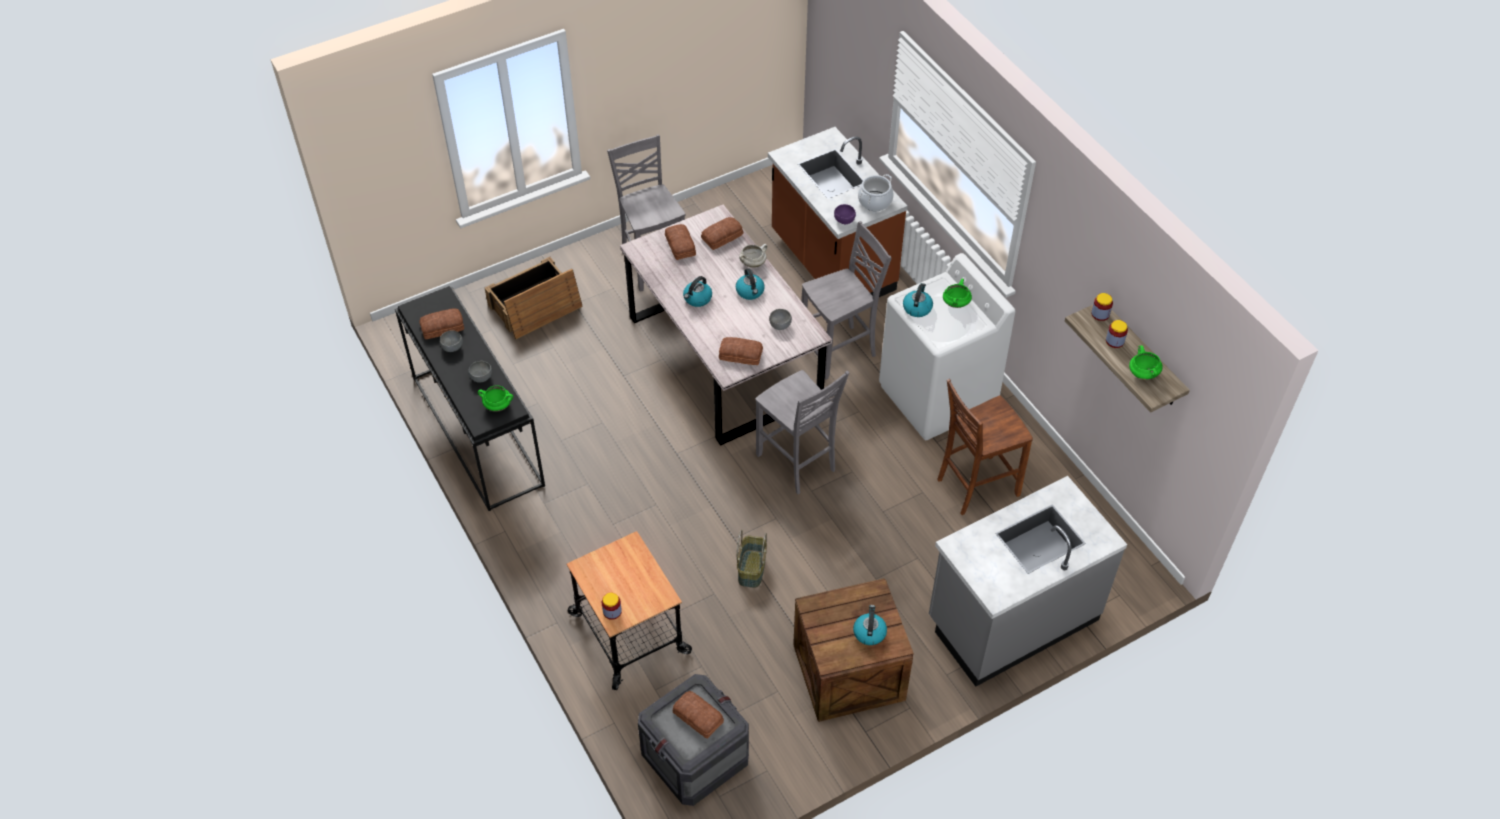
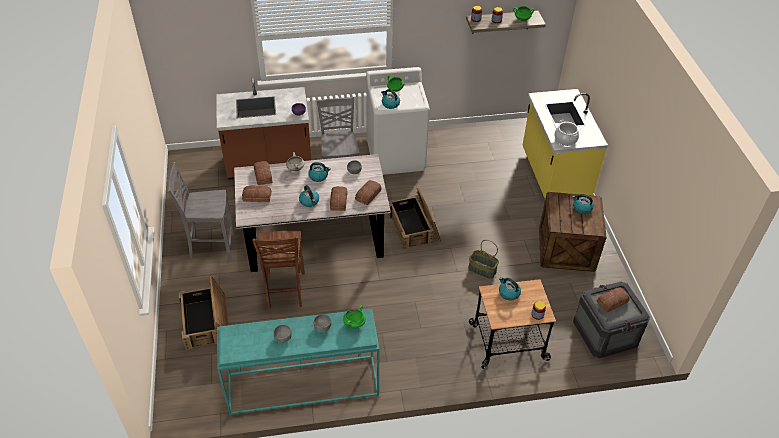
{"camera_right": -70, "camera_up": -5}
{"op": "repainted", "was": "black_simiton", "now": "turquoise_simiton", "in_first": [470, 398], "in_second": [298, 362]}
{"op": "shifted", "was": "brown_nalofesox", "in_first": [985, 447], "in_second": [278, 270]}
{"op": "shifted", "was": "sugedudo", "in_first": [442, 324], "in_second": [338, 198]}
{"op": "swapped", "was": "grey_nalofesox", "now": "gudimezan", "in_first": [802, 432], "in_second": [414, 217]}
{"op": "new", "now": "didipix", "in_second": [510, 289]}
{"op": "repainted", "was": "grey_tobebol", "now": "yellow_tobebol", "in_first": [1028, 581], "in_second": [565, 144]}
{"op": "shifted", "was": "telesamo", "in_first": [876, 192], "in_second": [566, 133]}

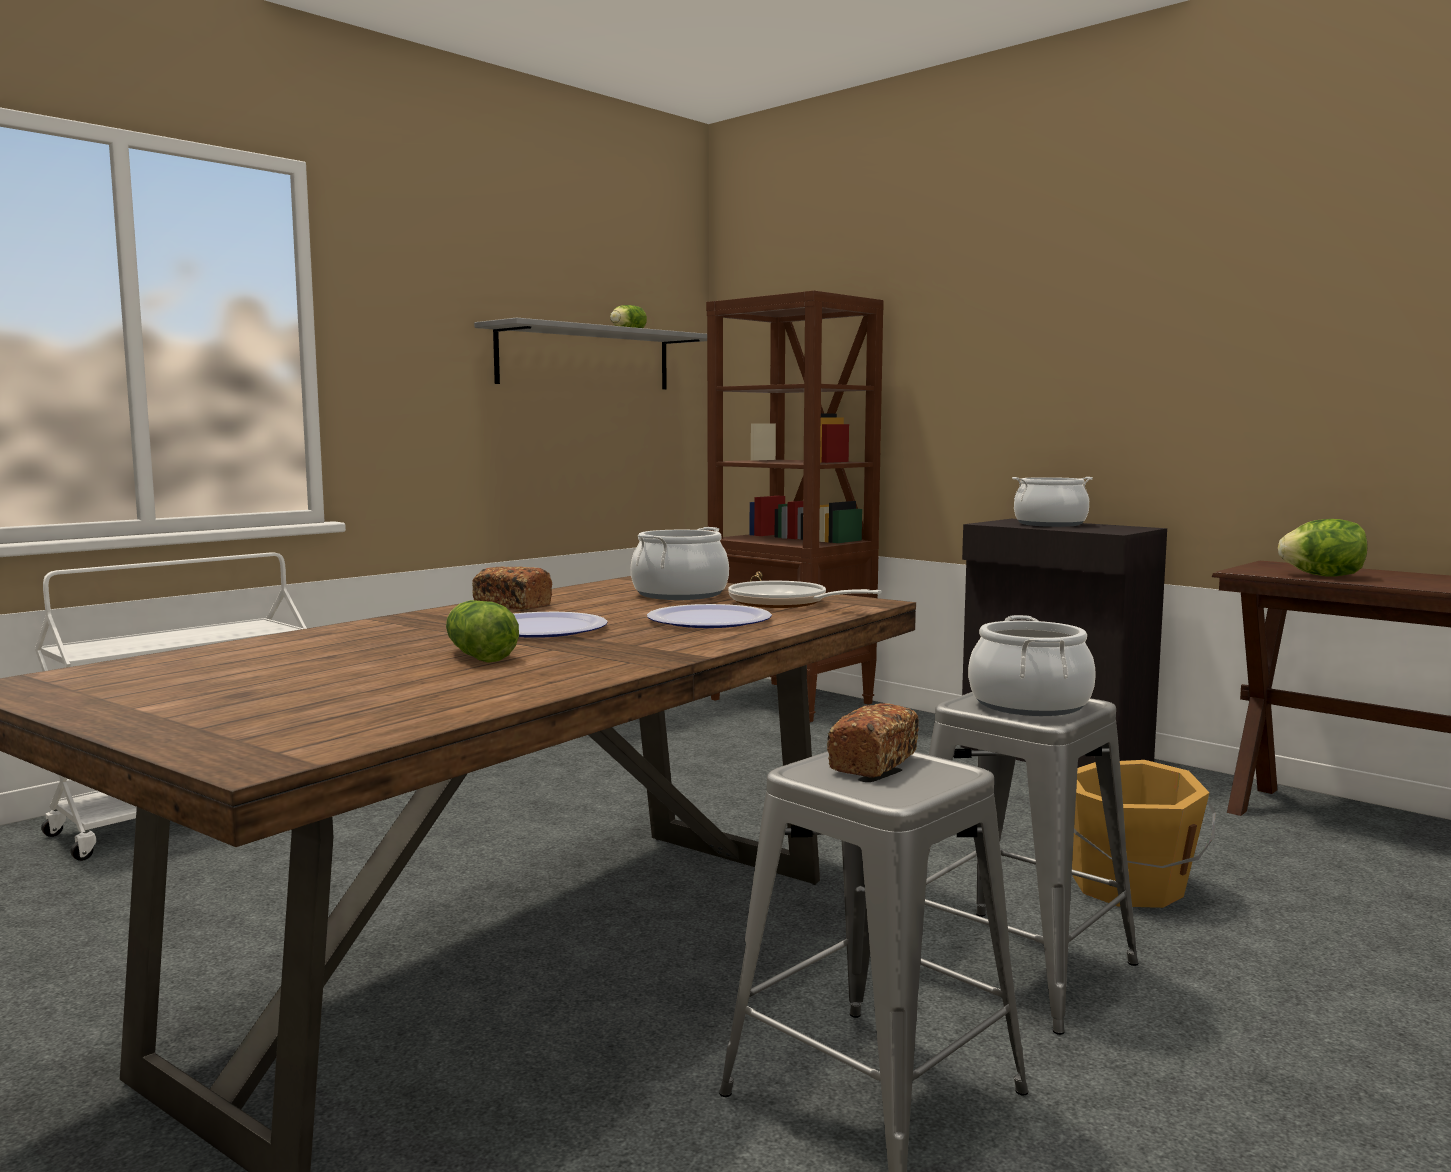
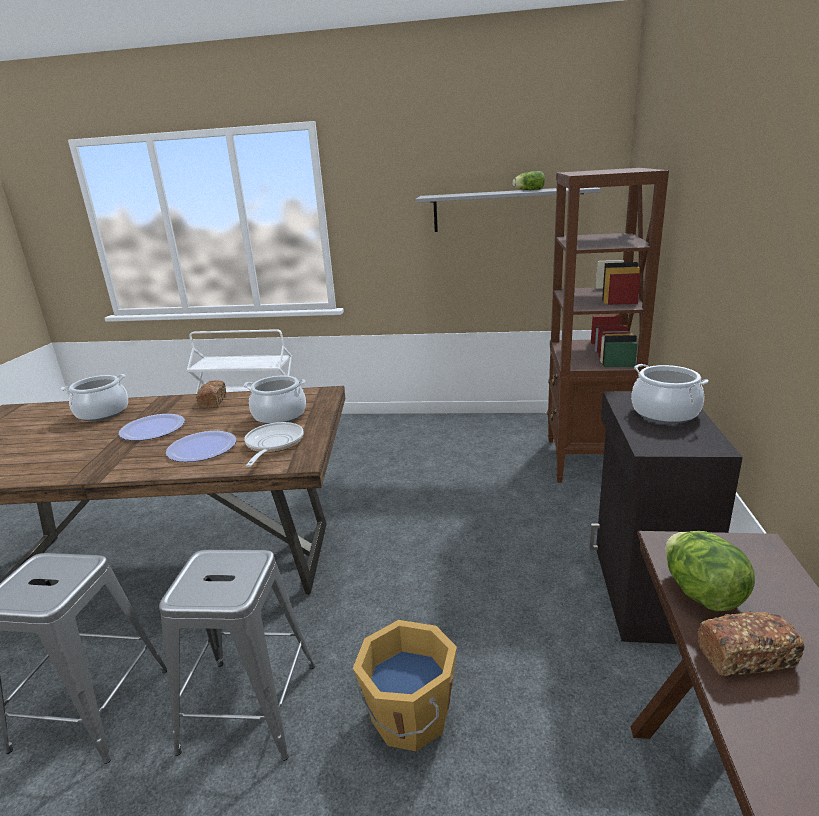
{"camera_right": 55, "camera_up": 15}
{"op": "shifted", "was": "telesamo", "in_first": [1032, 665], "in_second": [94, 397]}
{"op": "shifted", "was": "sugedudo", "in_first": [873, 740], "in_second": [751, 644]}
{"op": "gone", "was": "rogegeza", "in_first": [482, 631]}

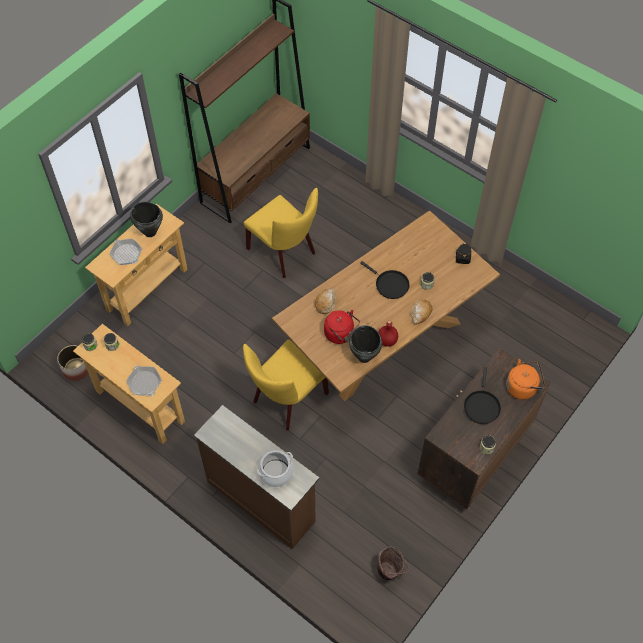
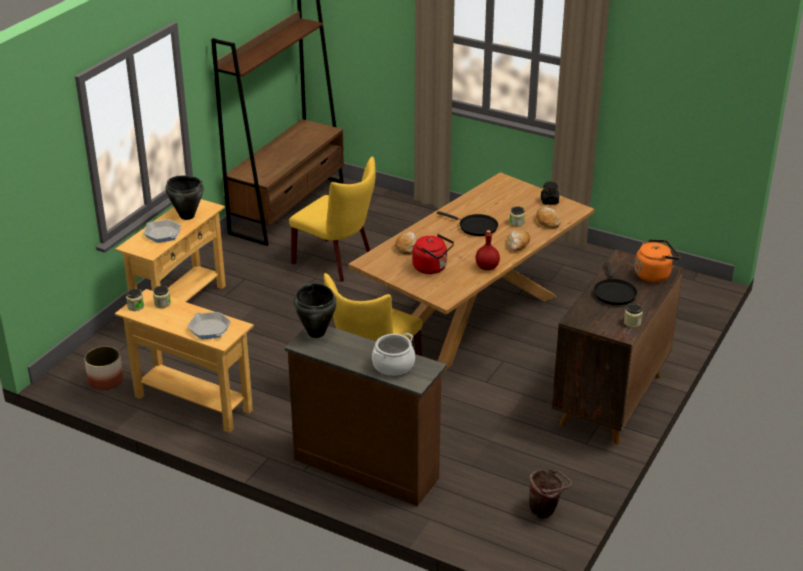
{"camera_right": -10, "camera_up": -25}
{"op": "shifted", "was": "black_telesamo", "in_first": [365, 344], "in_second": [315, 310]}
{"op": "new", "now": "sugedudo", "in_second": [548, 218]}

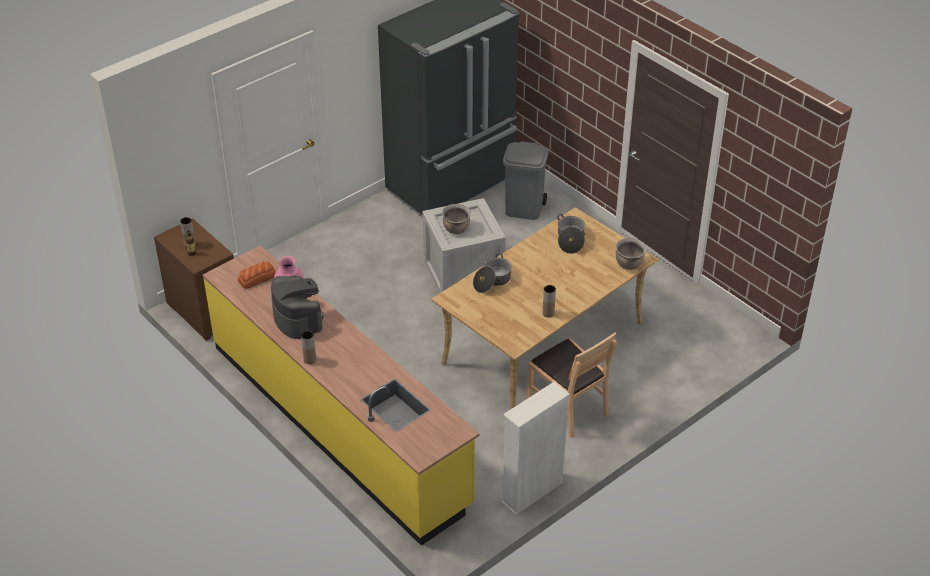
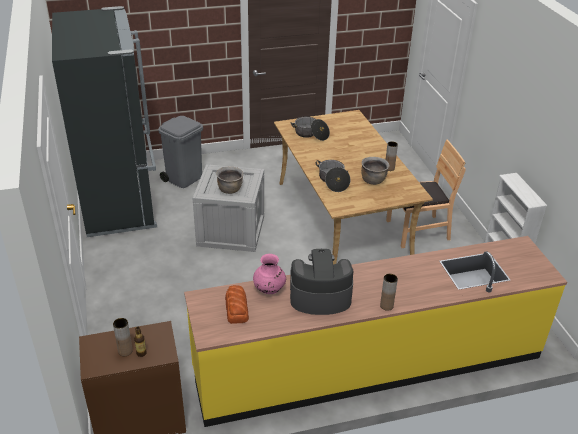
{"camera_right": -65, "camera_up": -5}
{"op": "shifted", "was": "brown_telesamo", "in_first": [631, 254], "in_second": [375, 171]}

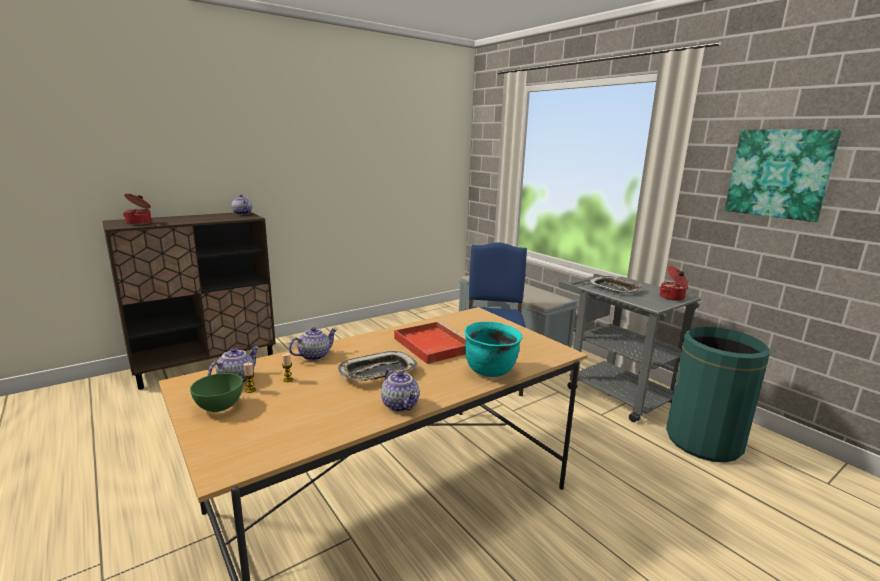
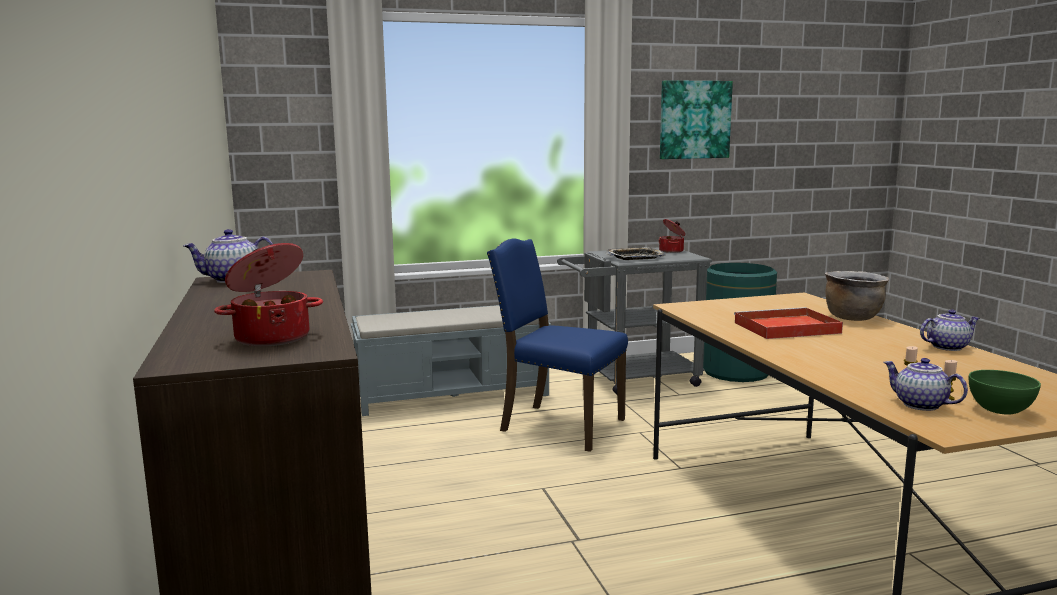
{"camera_right": -70, "camera_up": -5}
{"op": "repainted", "was": "turquoise_telesamo", "now": "brown_telesamo", "in_first": [493, 349], "in_second": [857, 296]}
{"op": "gone", "was": "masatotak", "in_first": [313, 344]}
{"op": "gone", "was": "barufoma", "in_first": [378, 366]}

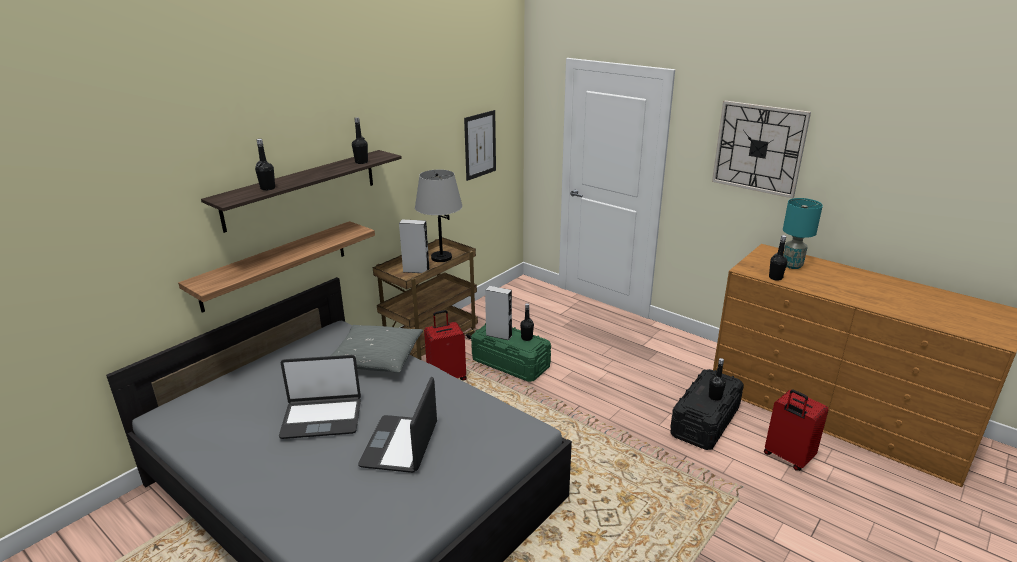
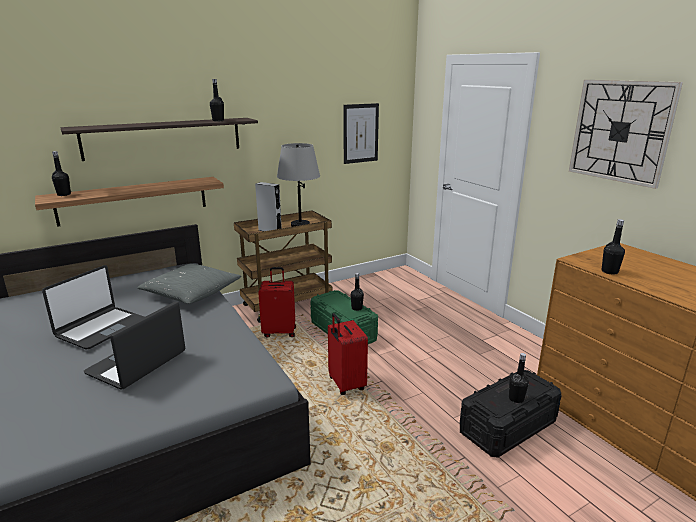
{"camera_right": 20, "camera_up": -5}
{"op": "rotated", "was": "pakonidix", "in_first": [320, 397], "in_second": [93, 307], "clockwise": -75}
{"op": "shifted", "was": "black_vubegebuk", "in_first": [265, 165], "in_second": [61, 173]}
{"op": "shifted", "was": "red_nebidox", "in_first": [796, 430], "in_second": [348, 354]}
{"op": "gone", "was": "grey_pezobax", "in_first": [498, 313]}
{"op": "gone", "was": "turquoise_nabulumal", "in_first": [803, 233]}

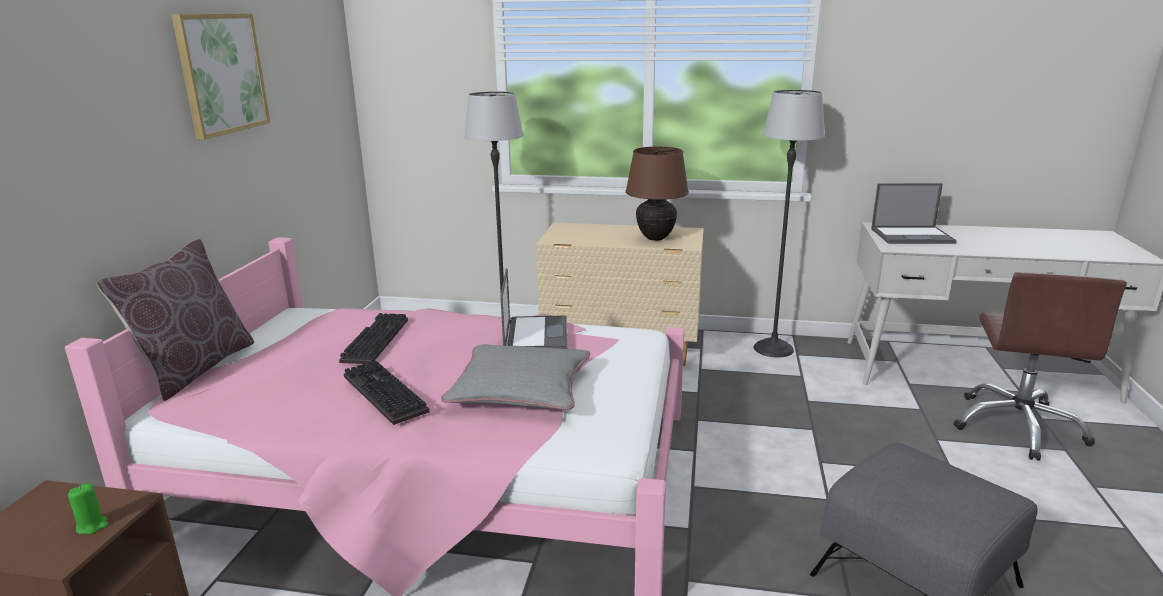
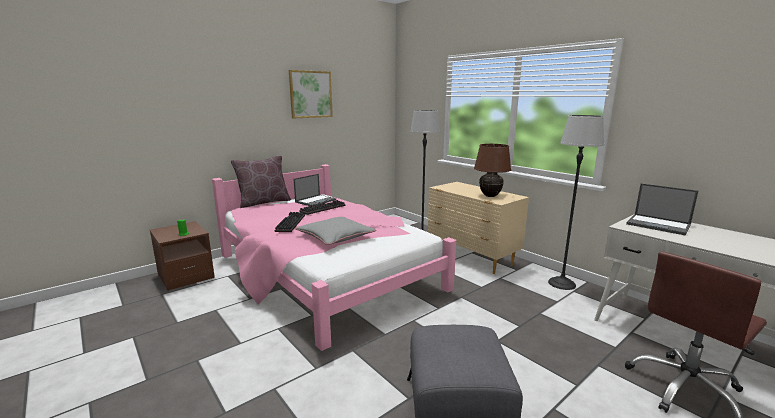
{"camera_right": 40, "camera_up": -5}
{"op": "shifted", "was": "pakonidix", "in_first": [533, 308], "in_second": [314, 190]}

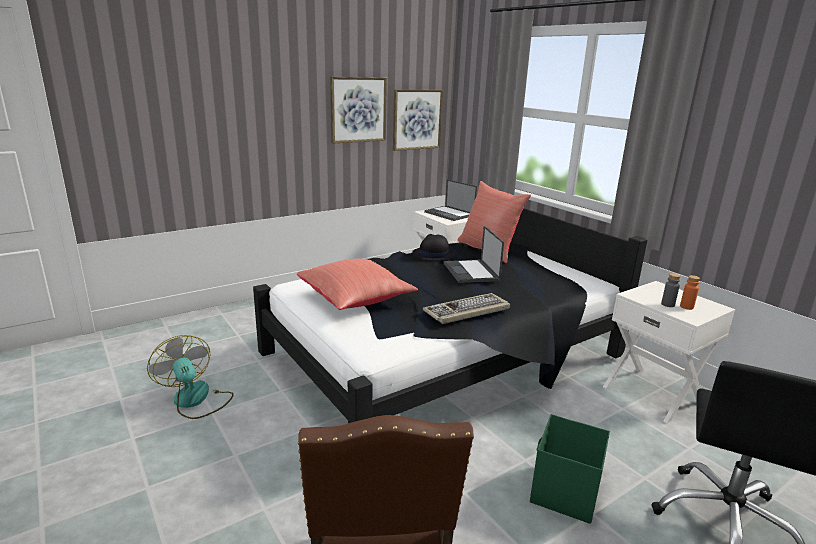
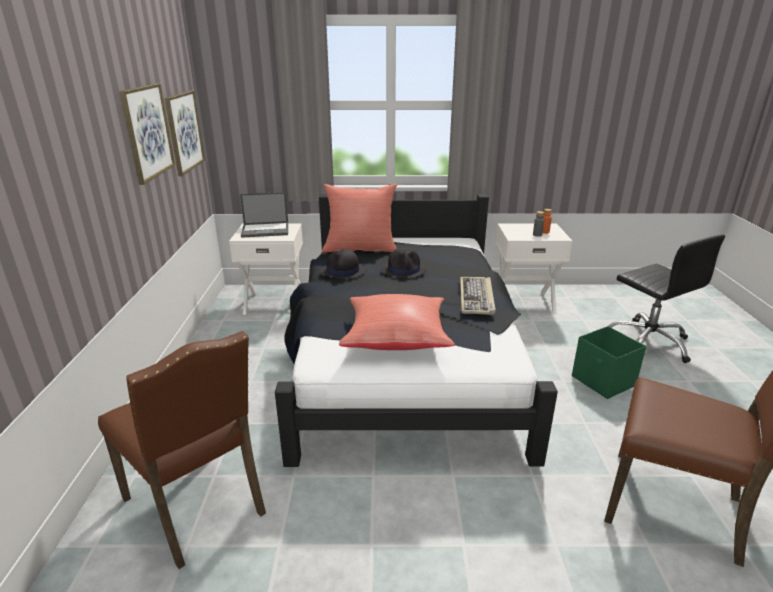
{"camera_right": -55, "camera_up": 5}
{"op": "new", "now": "brown_nalofesox", "in_second": [182, 450]}
{"op": "swapped", "was": "pakonidix", "now": "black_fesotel", "in_first": [474, 254], "in_second": [404, 263]}
{"op": "gone", "was": "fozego", "in_first": [190, 377]}

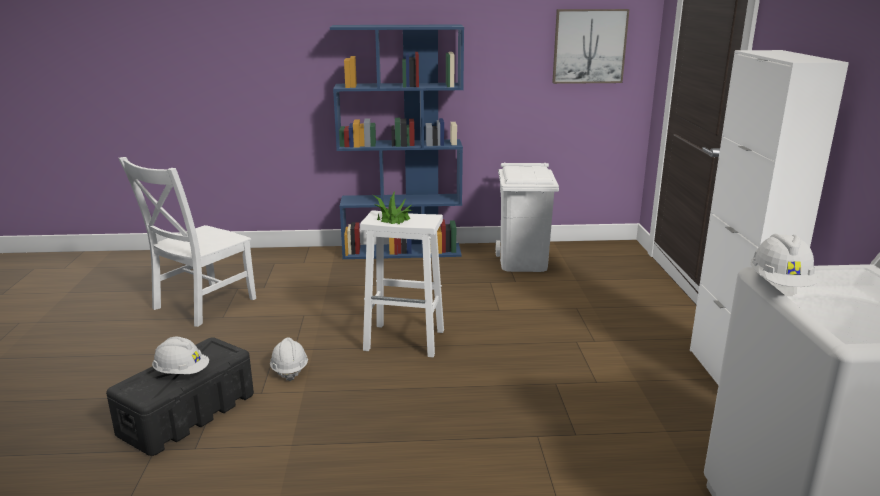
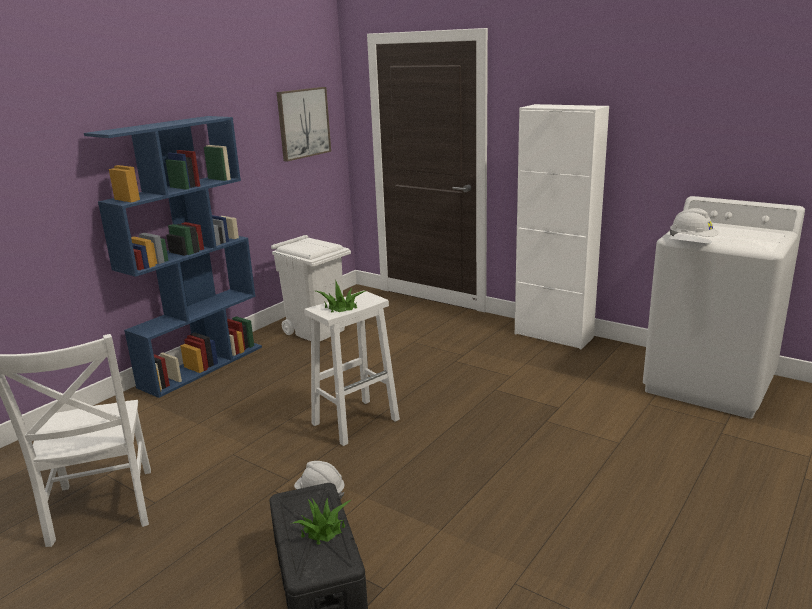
{"camera_right": -50, "camera_up": 0}
{"op": "swapped", "was": "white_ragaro", "now": "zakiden", "in_first": [180, 355], "in_second": [320, 521]}

